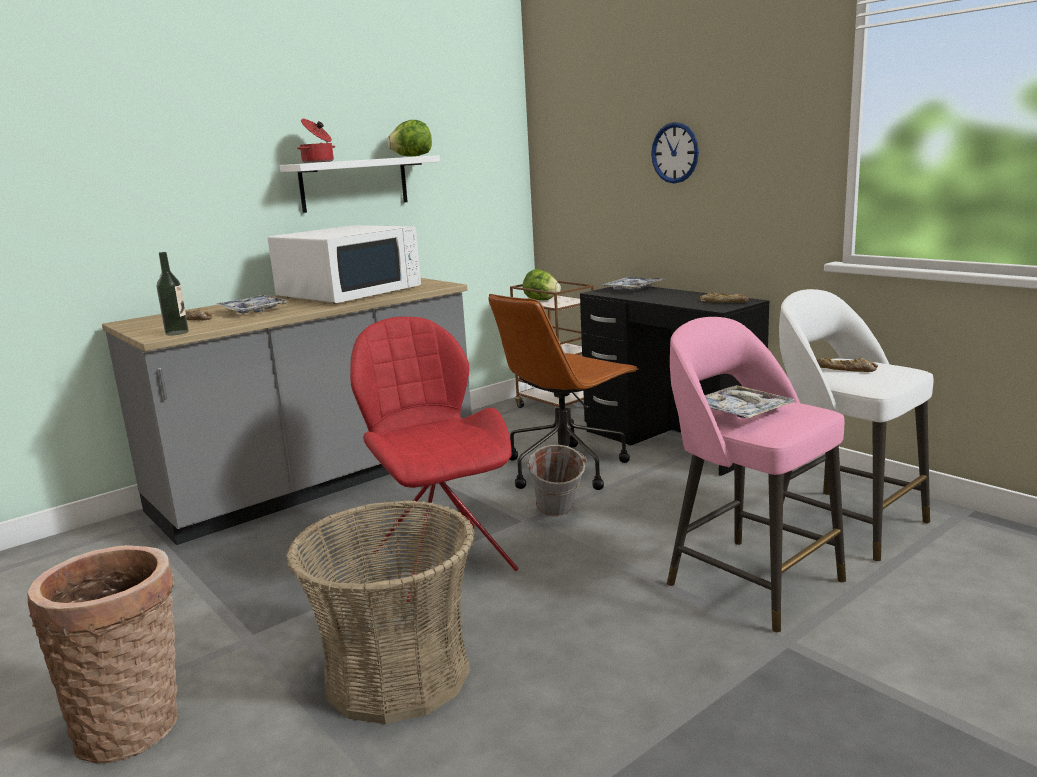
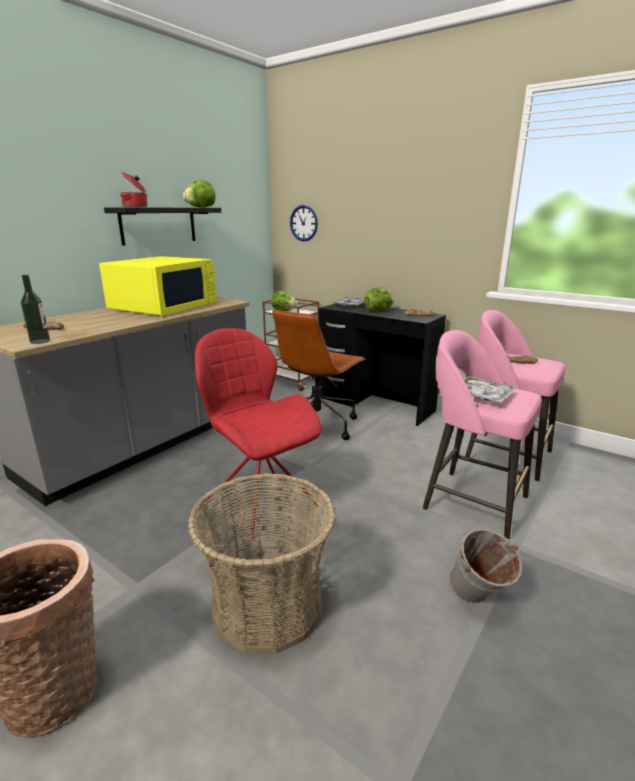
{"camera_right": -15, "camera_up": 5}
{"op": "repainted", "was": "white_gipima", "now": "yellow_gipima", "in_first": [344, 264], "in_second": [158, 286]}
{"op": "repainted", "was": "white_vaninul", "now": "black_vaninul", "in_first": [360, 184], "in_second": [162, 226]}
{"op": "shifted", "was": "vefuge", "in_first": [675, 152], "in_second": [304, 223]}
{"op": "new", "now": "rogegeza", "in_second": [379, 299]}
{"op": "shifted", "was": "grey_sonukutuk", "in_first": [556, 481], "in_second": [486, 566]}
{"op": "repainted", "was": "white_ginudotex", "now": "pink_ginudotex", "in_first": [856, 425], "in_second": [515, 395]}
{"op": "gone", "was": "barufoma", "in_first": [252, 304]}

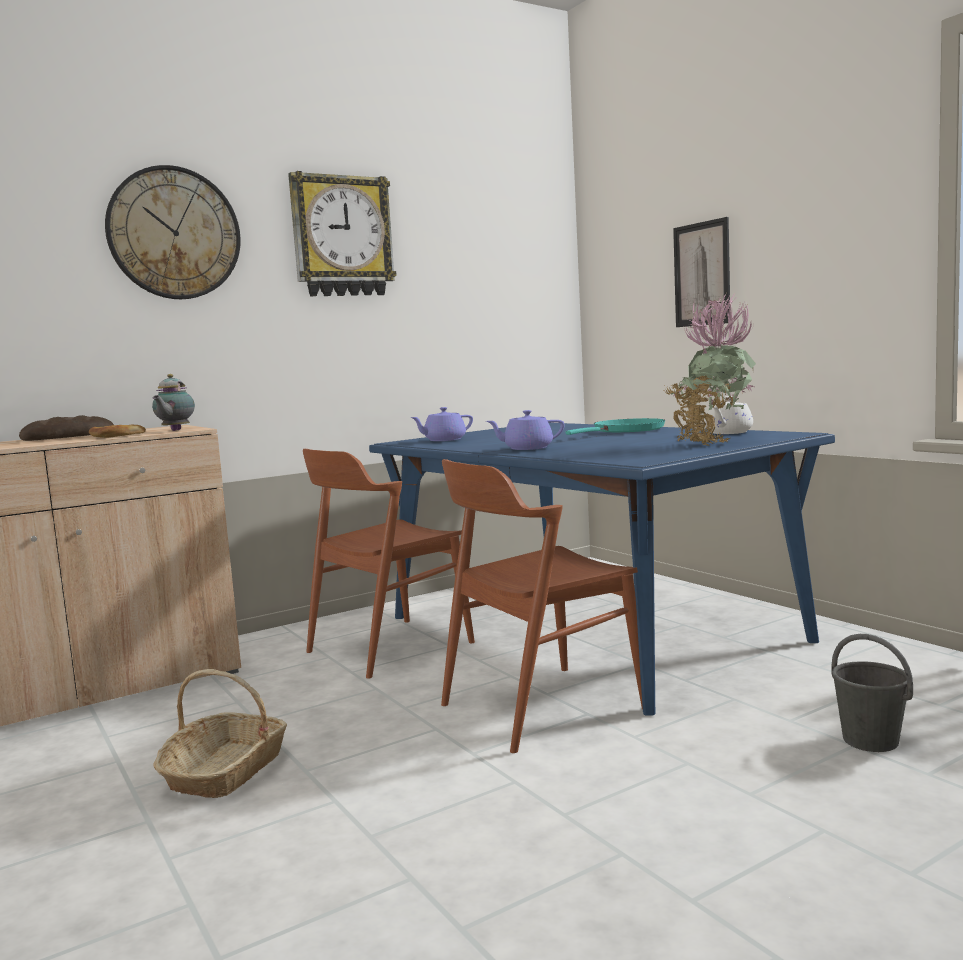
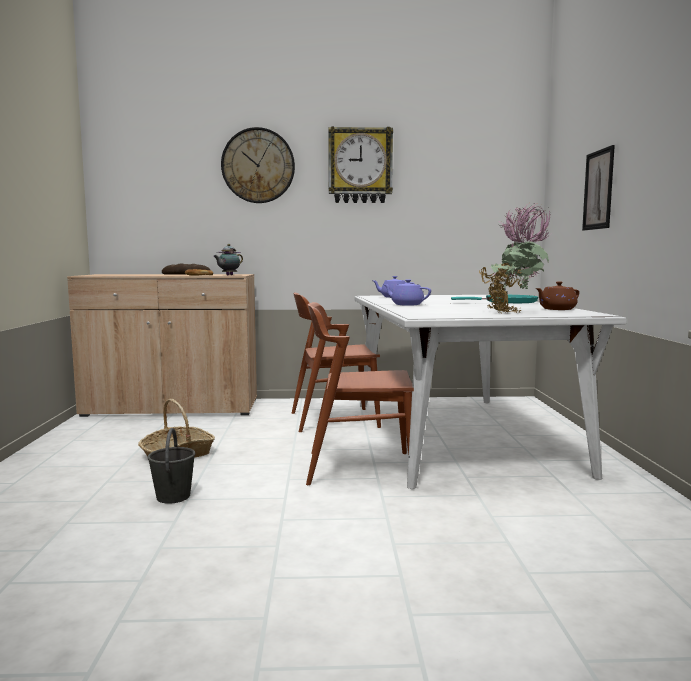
{"camera_right": 30, "camera_up": 0}
{"op": "shifted", "was": "grey_sonukutuk", "in_first": [872, 693], "in_second": [171, 466]}
{"op": "repainted", "was": "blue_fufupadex", "now": "white_fufupadex", "in_first": [602, 569], "in_second": [490, 392]}
{"op": "repainted", "was": "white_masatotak", "now": "brown_masatotak", "in_first": [729, 415], "in_second": [557, 296]}

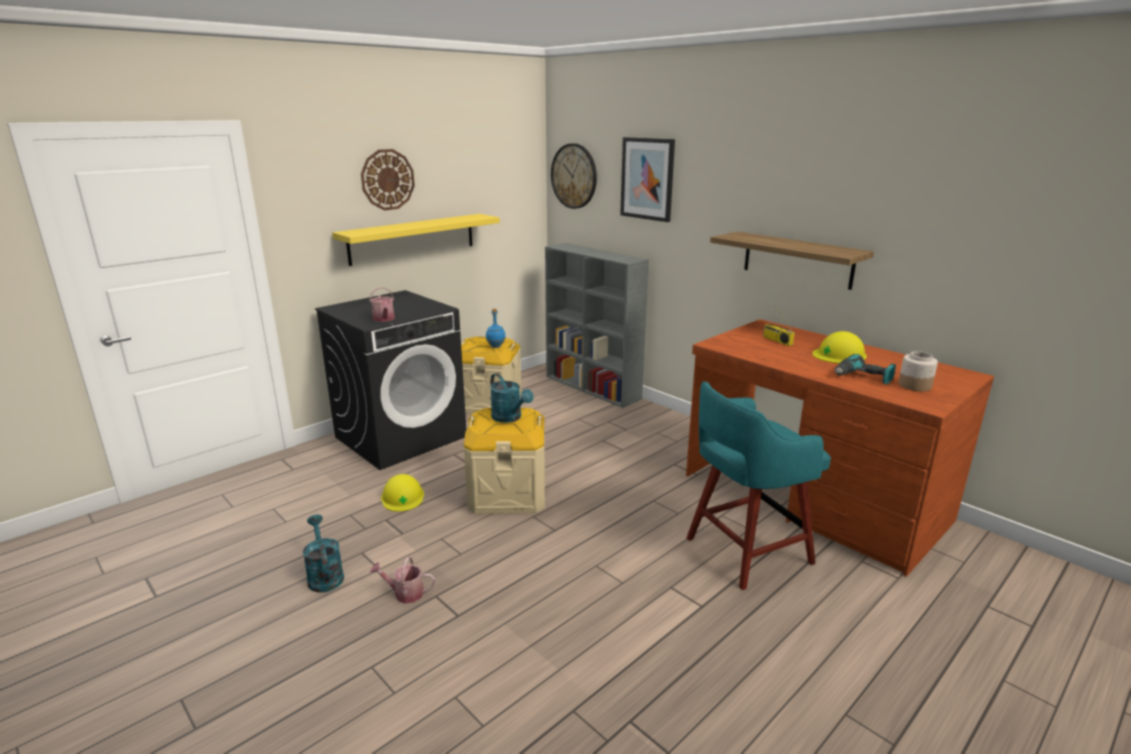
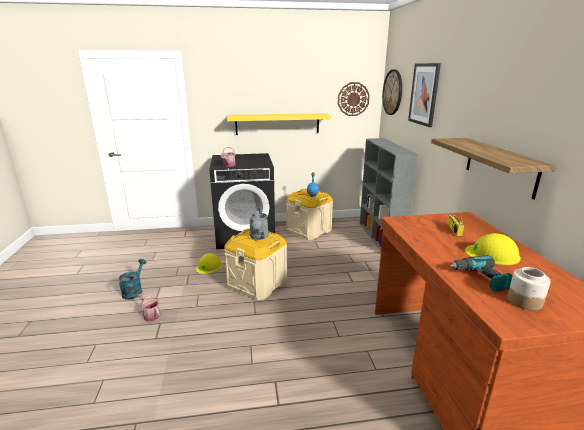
{"camera_right": 35, "camera_up": 0}
{"op": "repainted", "was": "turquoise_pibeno", "now": "grey_pibeno", "in_first": [512, 398], "in_second": [259, 224]}
{"op": "shifted", "was": "vefuge", "in_first": [388, 179], "in_second": [354, 99]}
{"op": "gone", "was": "turquoise_ginudotex", "in_first": [759, 485]}

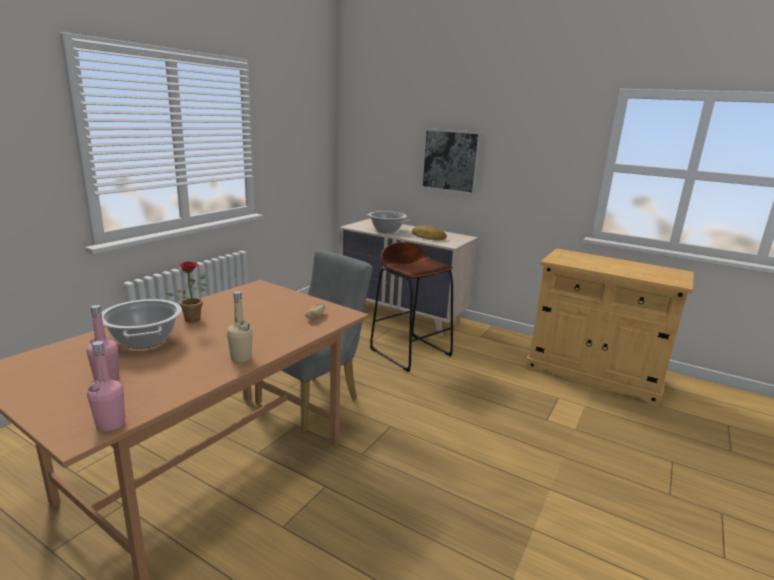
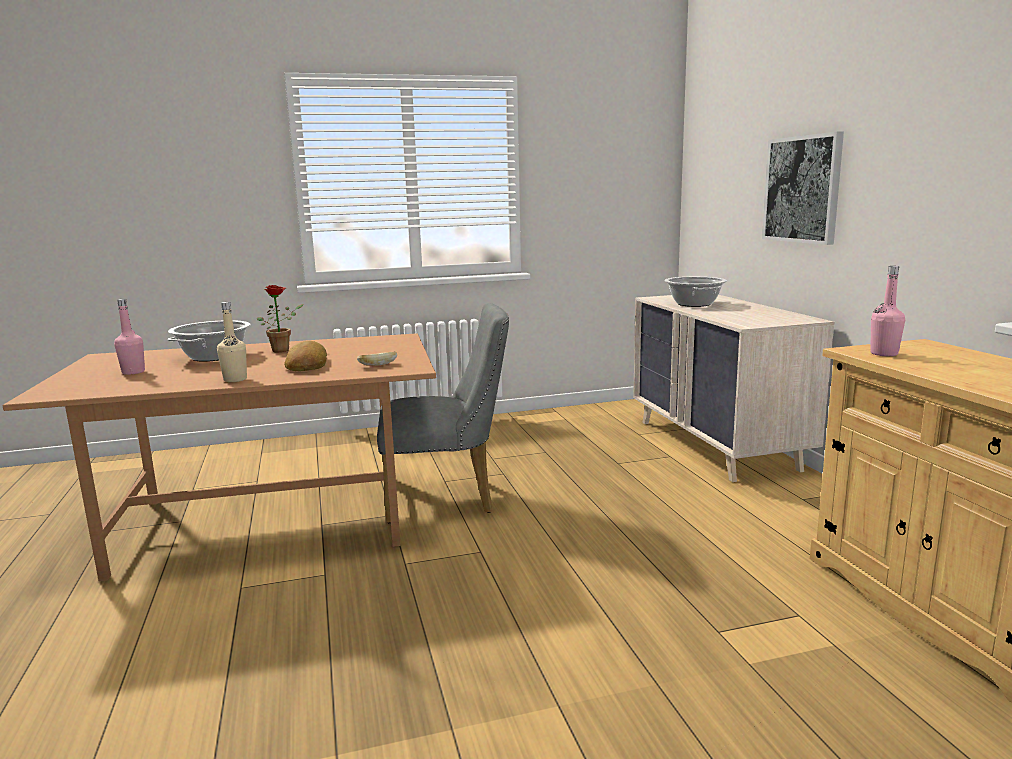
{"camera_right": 45, "camera_up": -5}
{"op": "shifted", "was": "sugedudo", "in_first": [429, 232], "in_second": [305, 356]}
{"op": "shifted", "was": "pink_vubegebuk", "in_first": [106, 386], "in_second": [887, 311]}
{"op": "gone", "was": "brown_ginudotex", "in_first": [411, 307]}

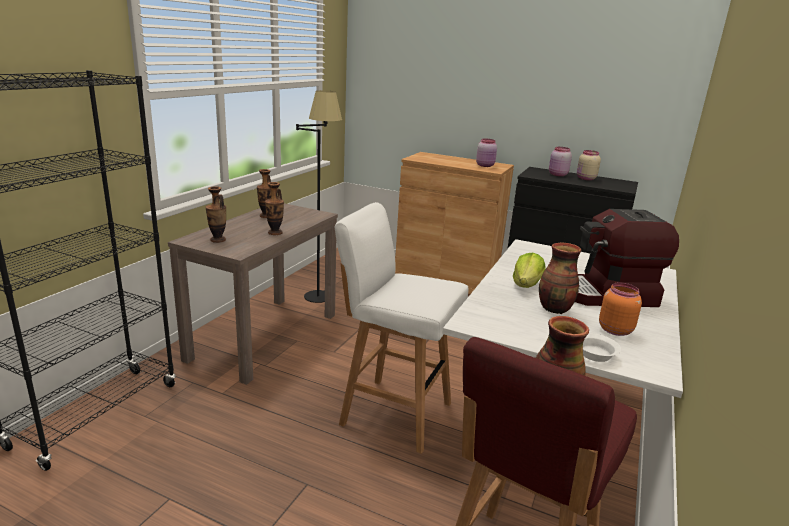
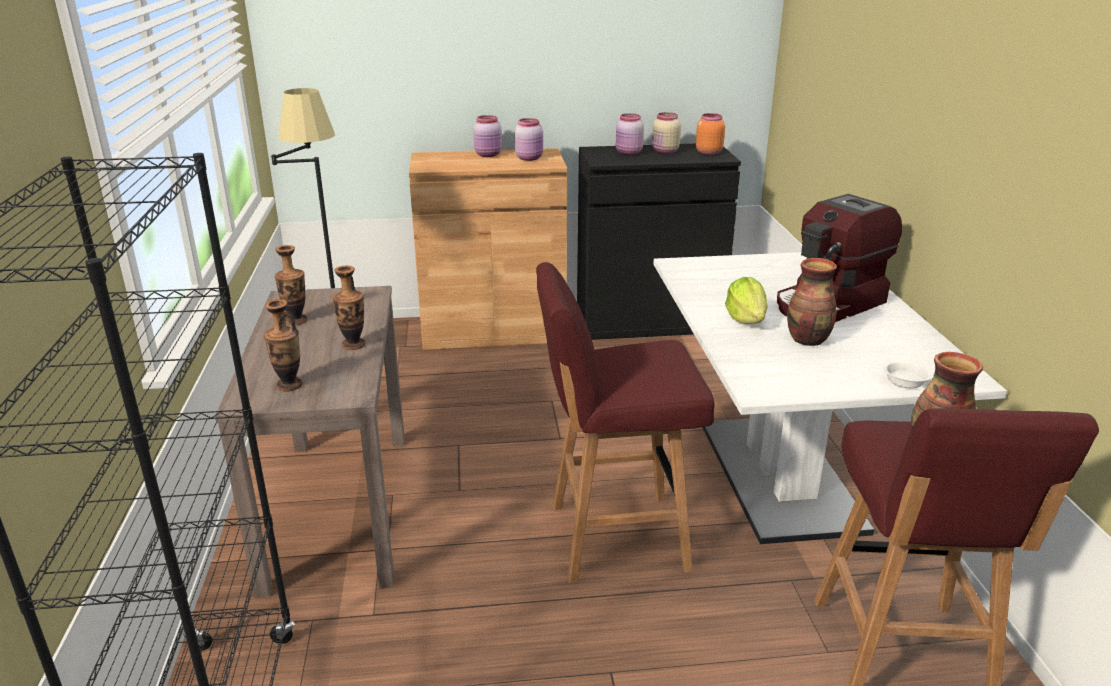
{"camera_right": -30, "camera_up": 5}
{"op": "new", "now": "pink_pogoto", "in_second": [487, 136]}
{"op": "repainted", "was": "white_ginudotex", "now": "red_ginudotex", "in_first": [401, 328], "in_second": [625, 422]}
{"op": "shifted", "was": "orange_pogoto", "in_first": [620, 309], "in_second": [710, 134]}

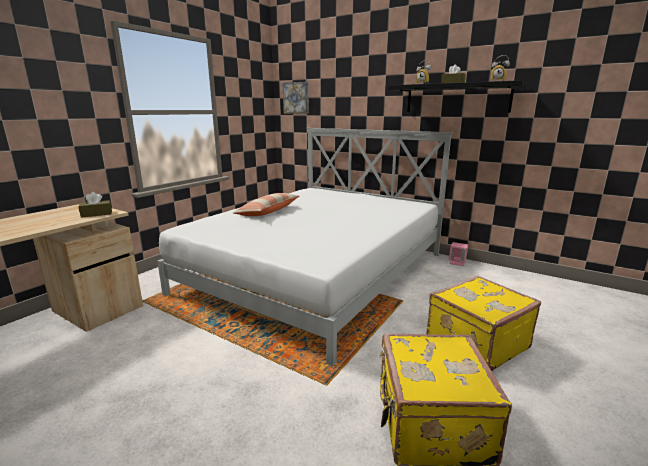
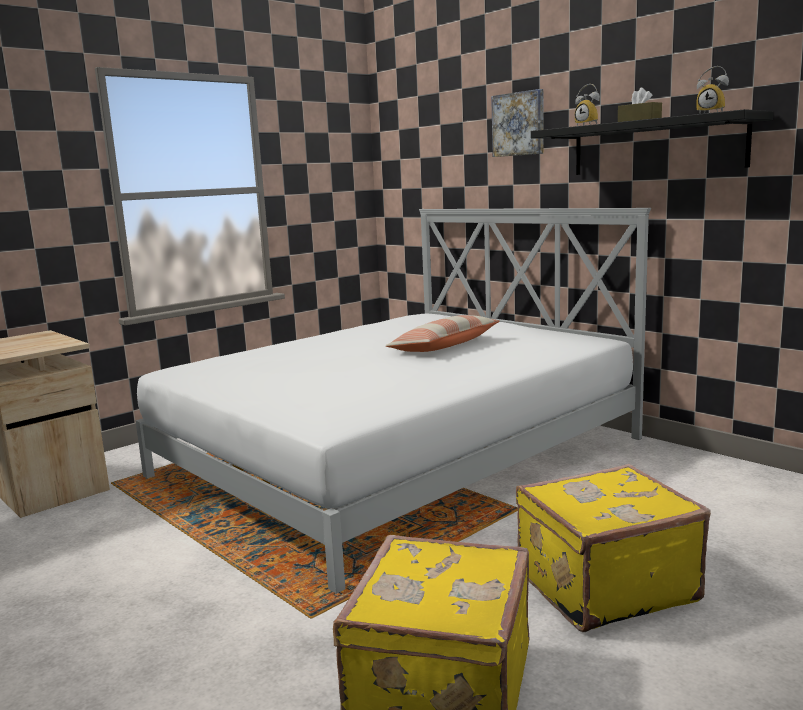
{"camera_right": 15, "camera_up": -5}
{"op": "shifted", "was": "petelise", "in_first": [266, 204], "in_second": [443, 333]}
{"op": "shifted", "was": "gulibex", "in_first": [295, 98], "in_second": [517, 123]}
{"op": "gone", "was": "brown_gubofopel", "in_first": [95, 205]}
{"op": "gone", "was": "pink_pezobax", "in_first": [458, 254]}

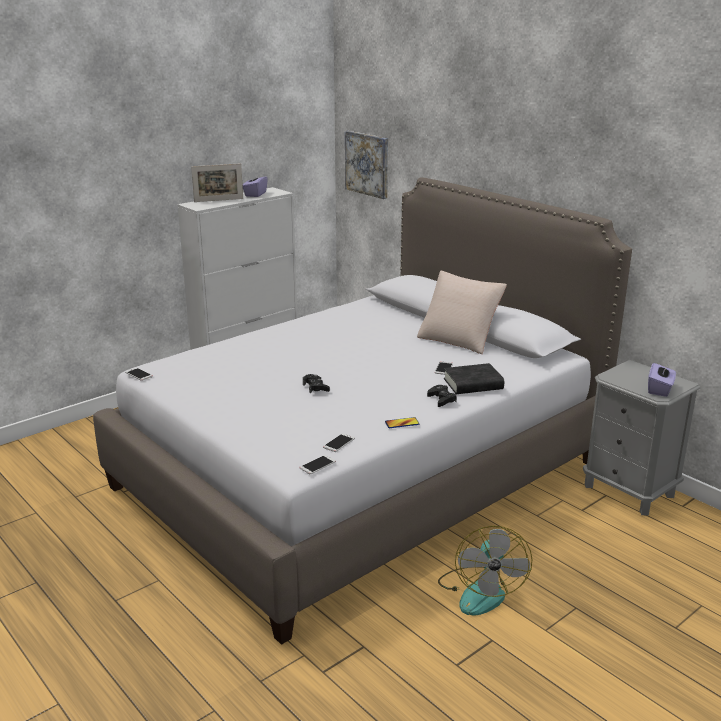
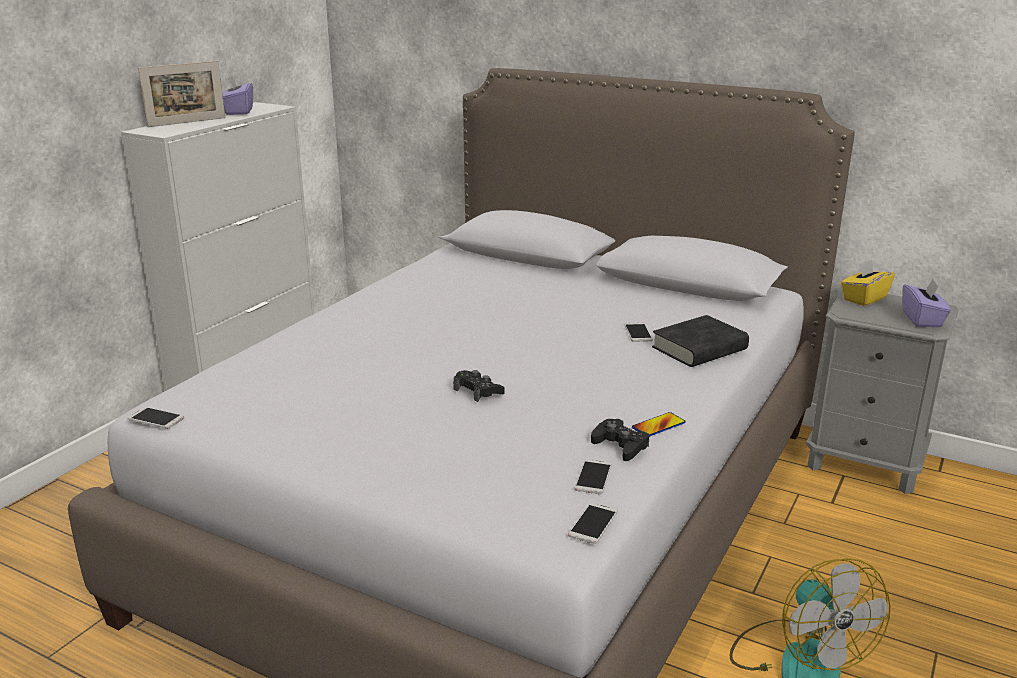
{"camera_right": -20, "camera_up": 0}
{"op": "shifted", "was": "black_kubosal", "in_first": [442, 396], "in_second": [620, 440]}
{"op": "new", "now": "yellow_gubofopel", "in_second": [868, 283]}
{"op": "gone", "was": "gulibex", "in_first": [366, 165]}
{"op": "gone", "was": "beige_petelise", "in_first": [462, 312]}

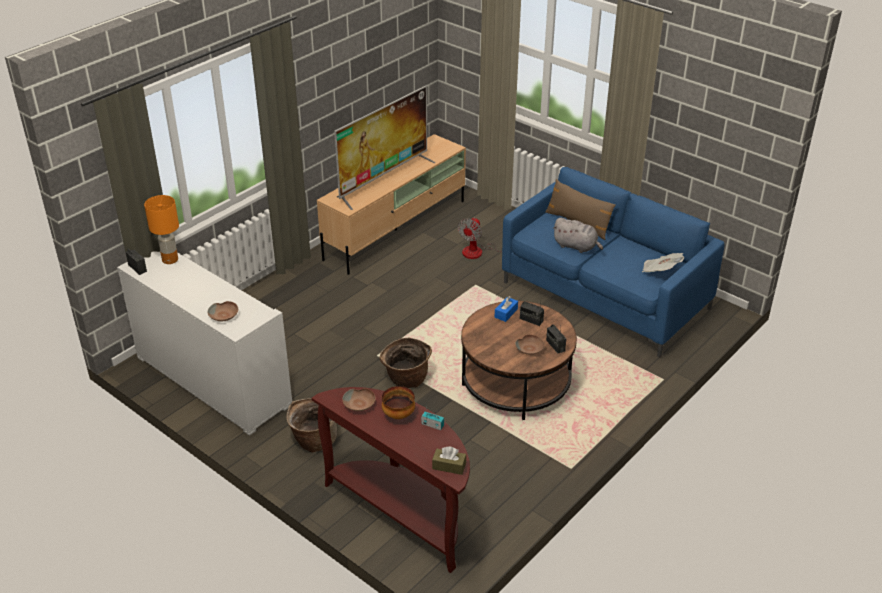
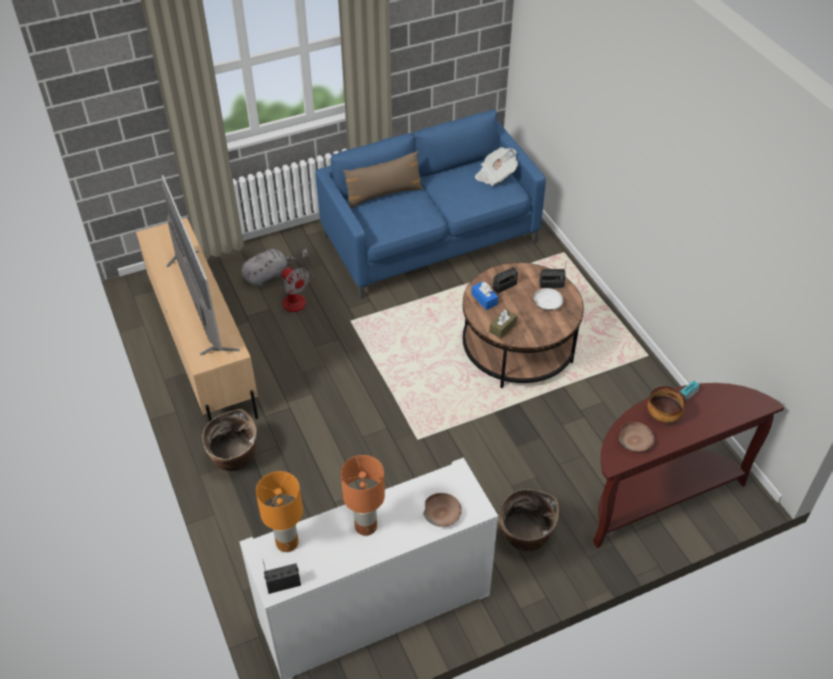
{"camera_right": -65, "camera_up": 10}
{"op": "shifted", "was": "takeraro", "in_first": [406, 363], "in_second": [230, 440]}
{"op": "shifted", "was": "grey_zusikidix", "in_first": [577, 235], "in_second": [269, 267]}
{"op": "new", "now": "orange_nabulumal", "in_second": [363, 495]}
{"op": "shifted", "was": "brown_gubofopel", "in_first": [449, 460], "in_second": [503, 324]}
{"op": "repainted", "was": "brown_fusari", "now": "white_fusari", "in_first": [530, 345], "in_second": [548, 299]}

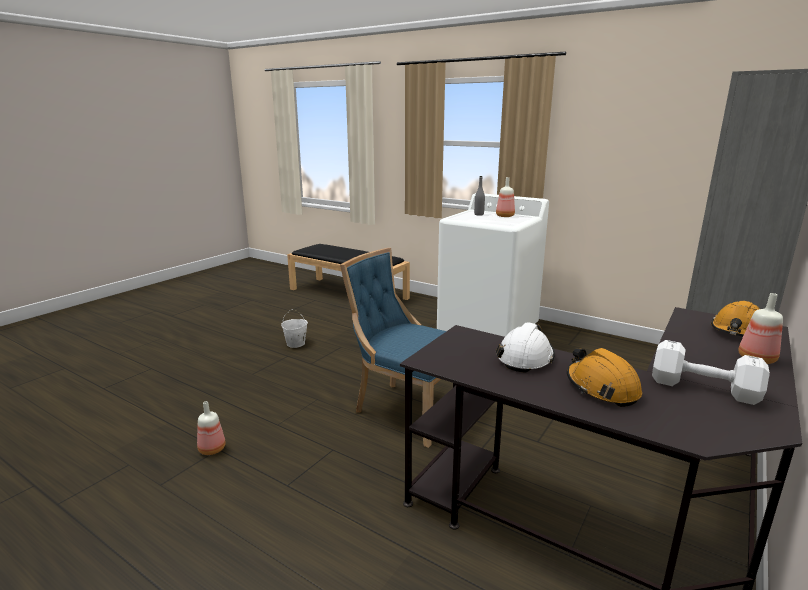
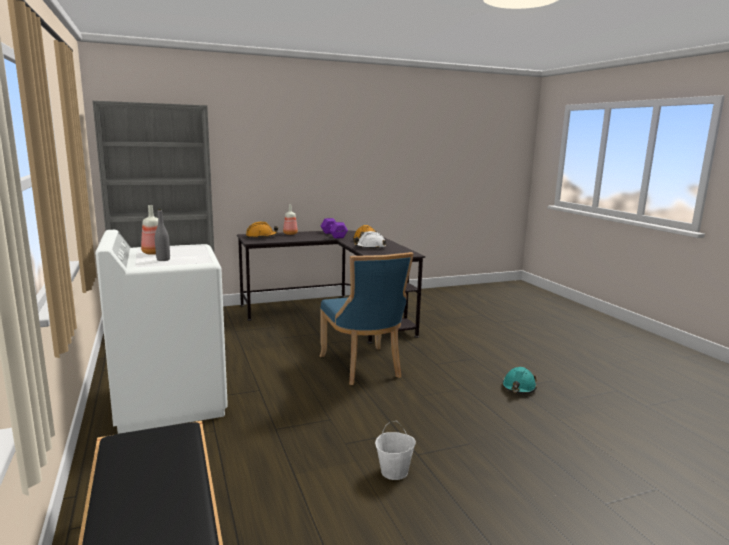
{"camera_right": -145, "camera_up": -5}
{"op": "repainted", "was": "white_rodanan", "now": "purple_rodanan", "in_first": [711, 372], "in_second": [334, 228]}
{"op": "swapped", "was": "vubegebuk", "now": "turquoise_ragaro", "in_first": [211, 428], "in_second": [519, 380]}

